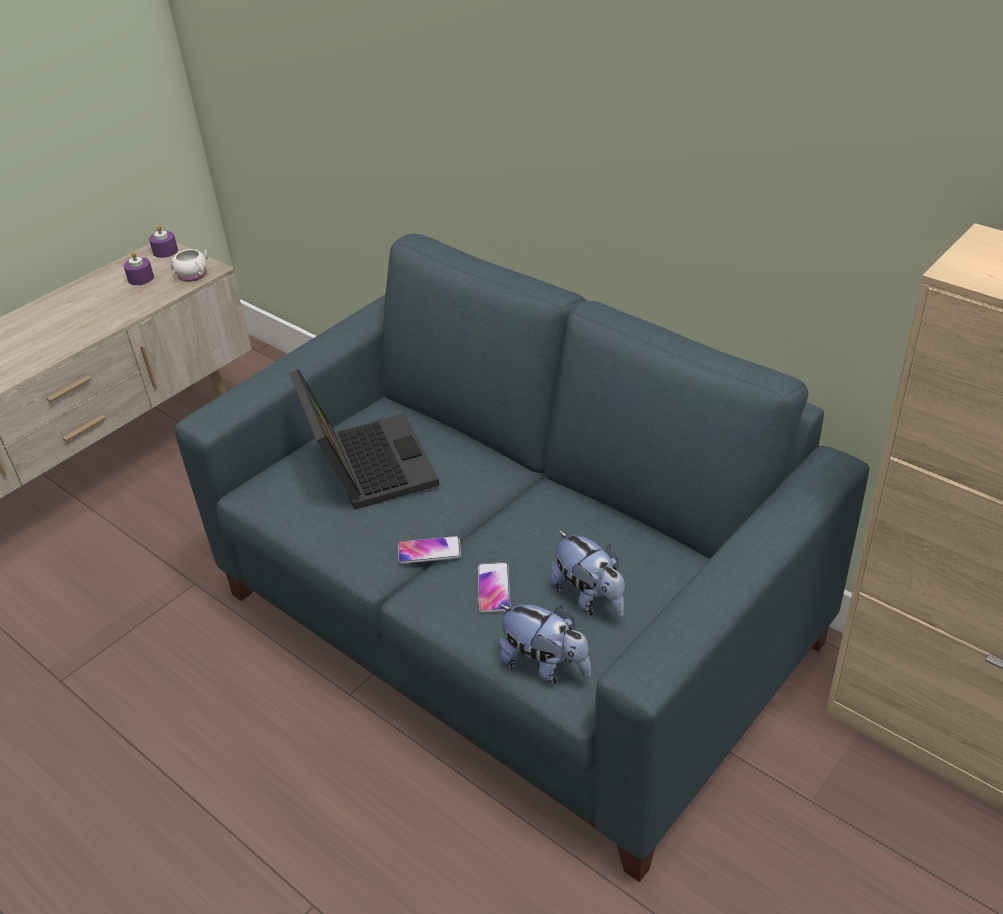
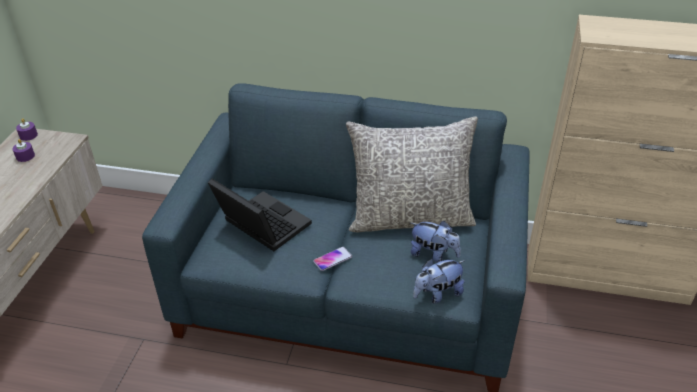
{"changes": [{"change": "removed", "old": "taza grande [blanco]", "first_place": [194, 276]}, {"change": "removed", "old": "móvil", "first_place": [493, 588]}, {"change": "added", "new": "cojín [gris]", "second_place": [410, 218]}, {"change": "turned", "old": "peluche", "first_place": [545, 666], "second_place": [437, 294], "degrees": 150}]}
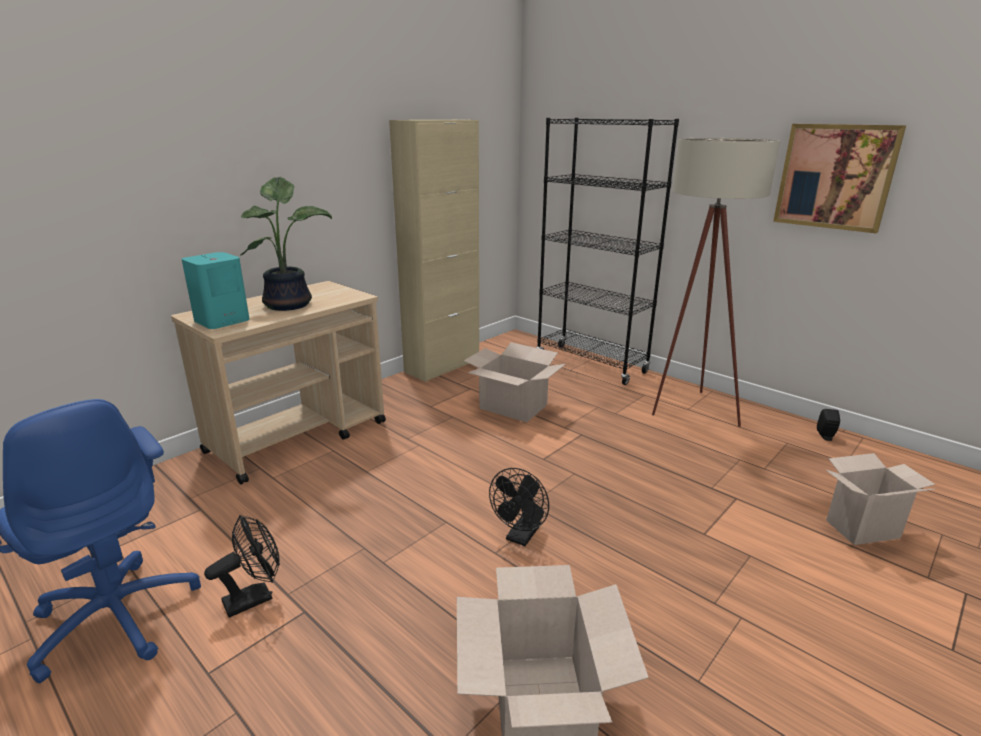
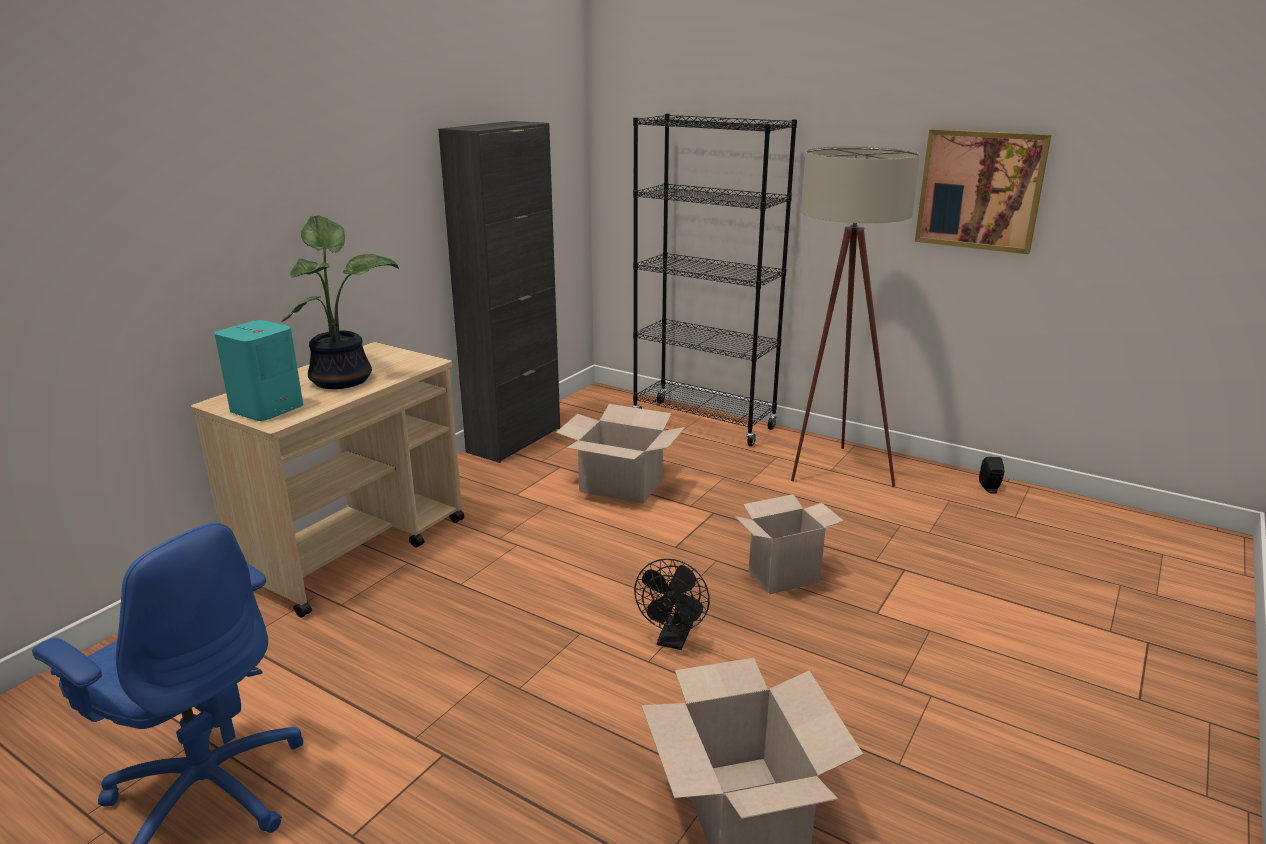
{"changes": [{"change": "removed", "old": "ventilador [negro]", "first_place": [255, 597]}, {"change": "moved", "old": "caja de cartón", "first_place": [862, 528], "second_place": [784, 576]}, {"change": "recoloured", "old": "armario [beis]", "new": "armario [negro]", "first_place": [442, 366], "second_place": [514, 440]}]}
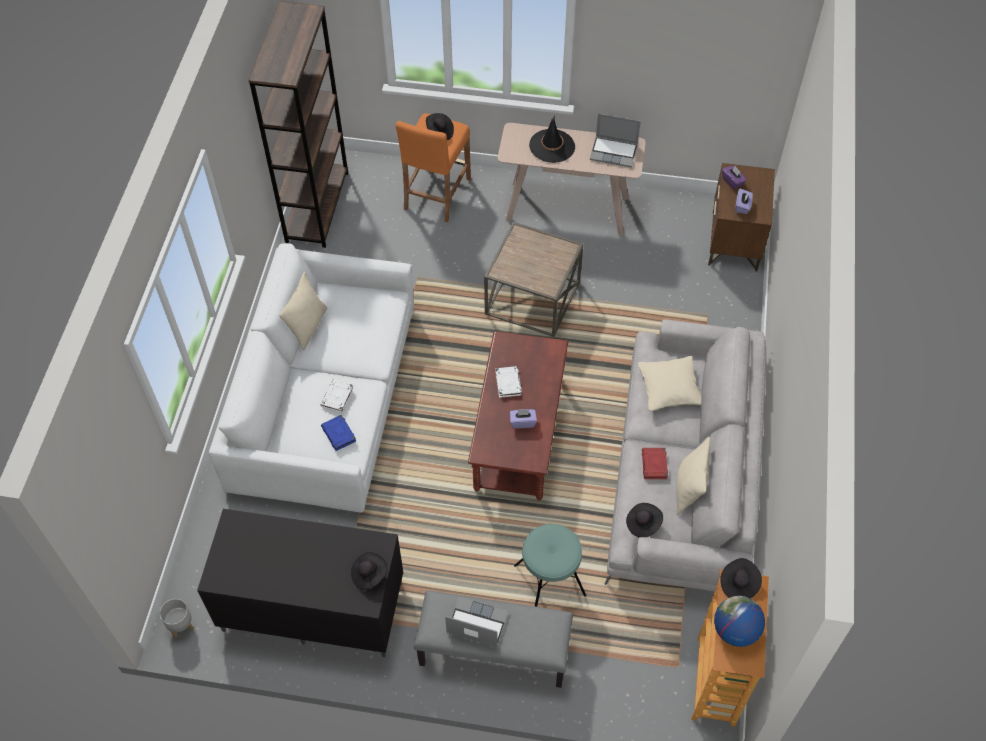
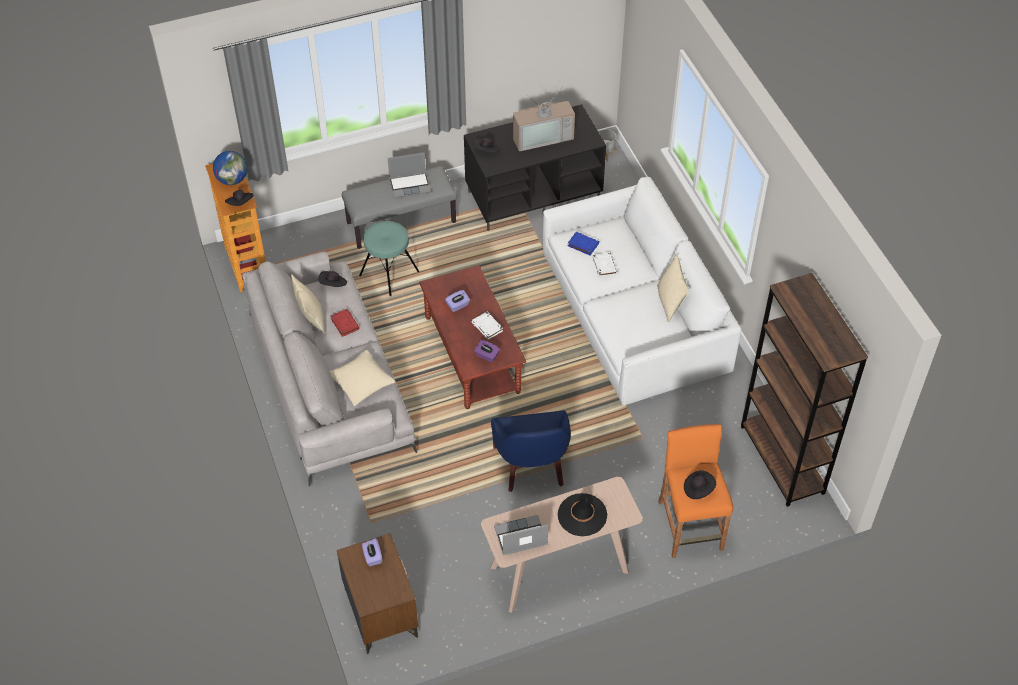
{"changes": [{"change": "added", "new": "televisor", "second_place": [542, 136]}, {"change": "moved", "old": "caja de pañuelos [morado]", "first_place": [732, 181], "second_place": [487, 355]}, {"change": "replaced", "old": "mesa auxiliar [marrón]", "new": "sillón [azul]", "first_place": [533, 298], "second_place": [532, 466]}]}
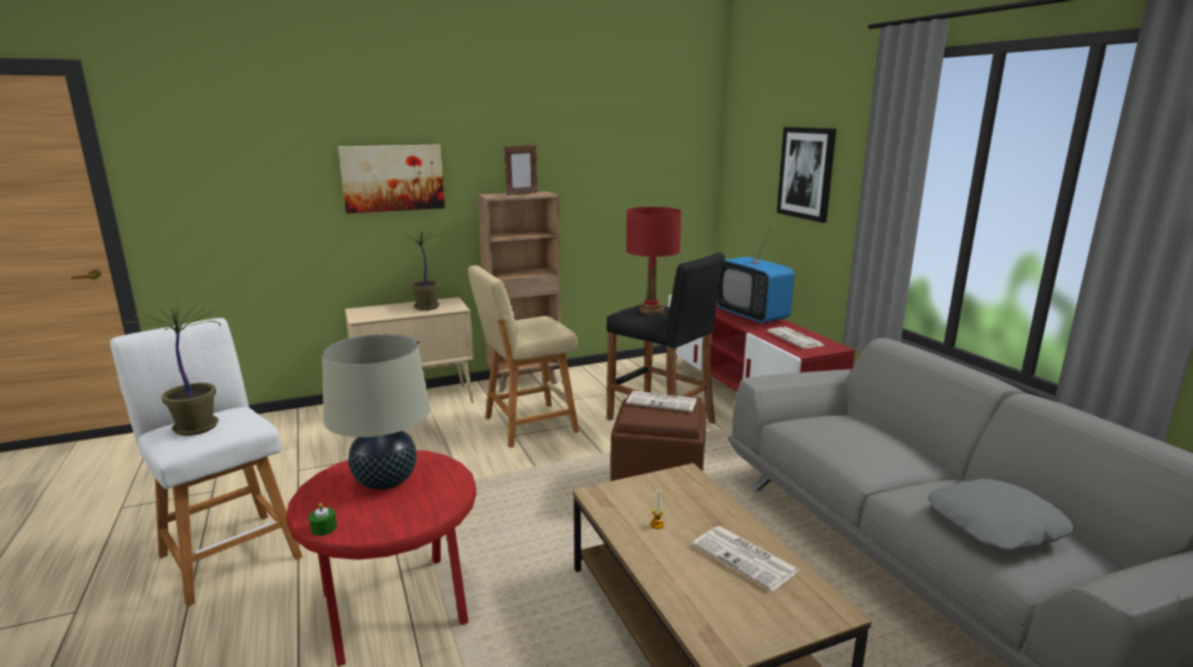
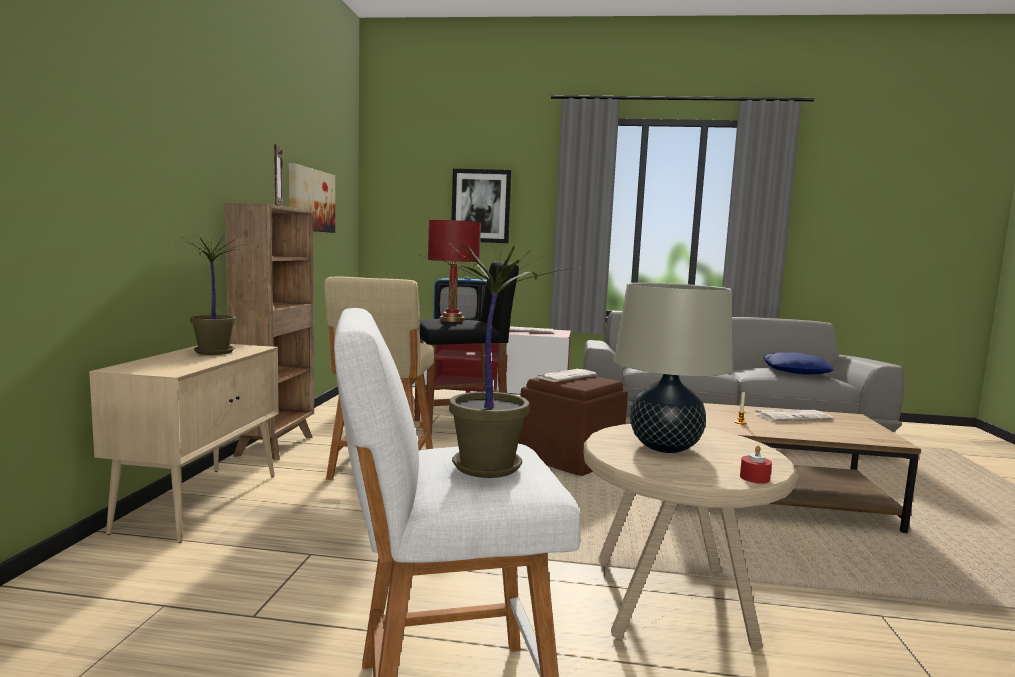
{"changes": [{"change": "moved", "old": "cuadro", "first_place": [393, 178], "second_place": [311, 200]}, {"change": "recoloured", "old": "mesa auxiliar [rojo]", "new": "mesa auxiliar [beis]", "first_place": [397, 608], "second_place": [671, 599]}, {"change": "recoloured", "old": "vela [verde]", "new": "vela [rojo]", "first_place": [324, 528], "second_place": [754, 478]}, {"change": "recoloured", "old": "cojín [gris]", "new": "cojín [azul]", "first_place": [996, 525], "second_place": [796, 371]}]}
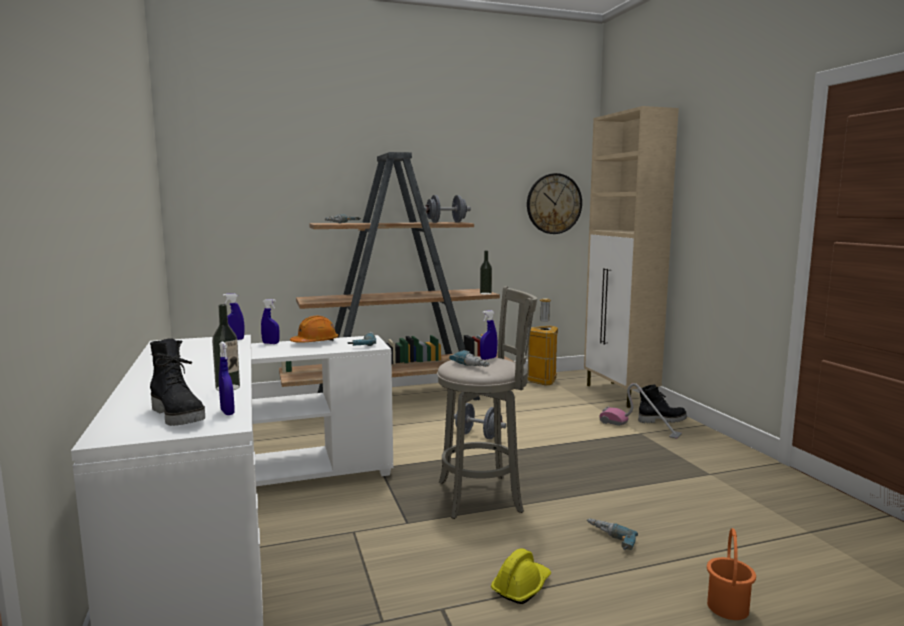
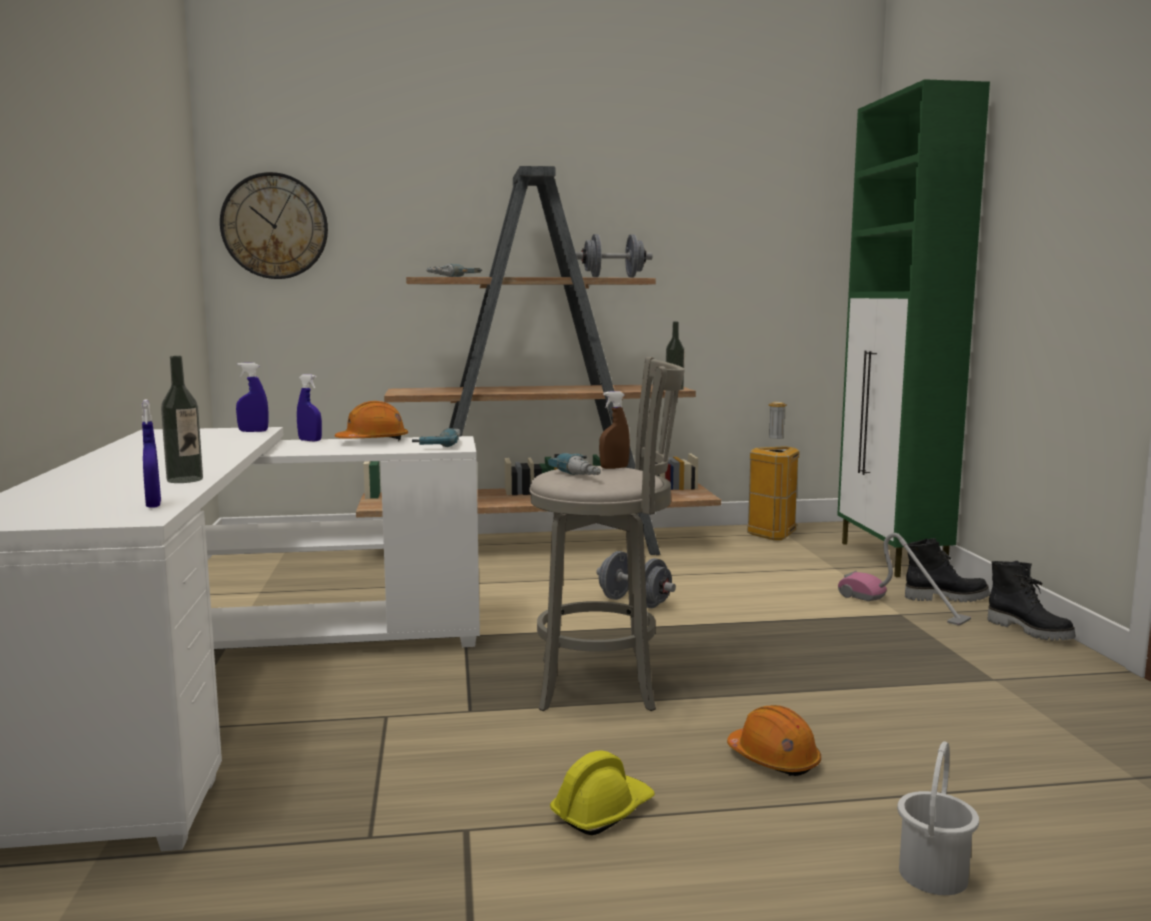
{"changes": [{"change": "moved", "old": "bota [negro]", "first_place": [179, 416], "second_place": [1030, 631]}, {"change": "moved", "old": "reloj de pared", "first_place": [554, 204], "second_place": [274, 226]}, {"change": "replaced", "old": "taladro", "new": "casco [naranja]", "first_place": [608, 539], "second_place": [774, 759]}, {"change": "recoloured", "old": "pulverizador [azul]", "new": "pulverizador [marrón]", "first_place": [488, 358], "second_place": [614, 468]}, {"change": "recoloured", "old": "armario [beis]", "new": "armario [verde]", "first_place": [620, 394], "second_place": [892, 558]}, {"change": "recoloured", "old": "cubo [naranja]", "new": "cubo [blanco]", "first_place": [728, 607], "second_place": [934, 875]}]}
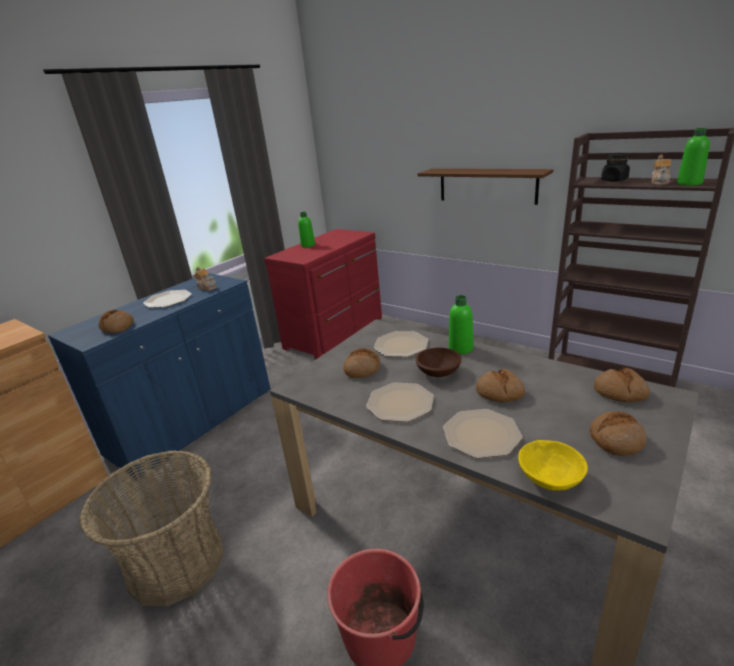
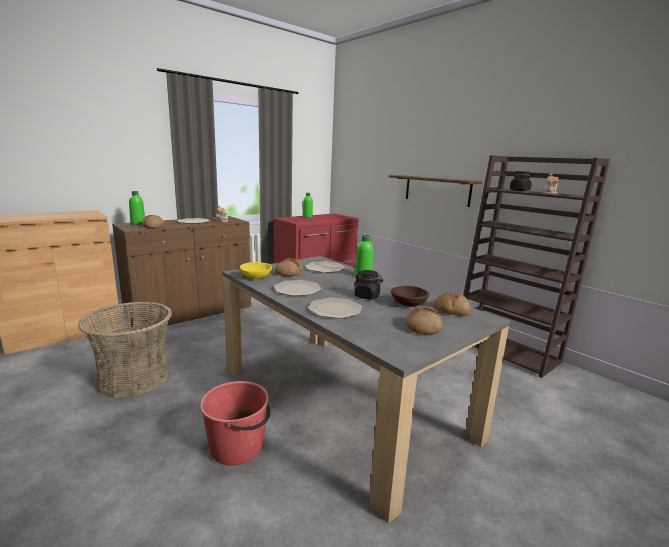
{"changes": [{"change": "moved", "old": "cuenco [marrón]", "first_place": [438, 372], "second_place": [409, 304]}, {"change": "moved", "old": "cuenco [amarillo]", "first_place": [549, 478], "second_place": [255, 277]}, {"change": "moved", "old": "botella [verde]", "first_place": [689, 183], "second_place": [138, 223]}, {"change": "replaced", "old": "pan", "new": "tarro [negro]", "first_place": [499, 393], "second_place": [367, 296]}, {"change": "recoloured", "old": "armario [azul]", "new": "armario [marrón]", "first_place": [193, 422], "second_place": [190, 313]}]}
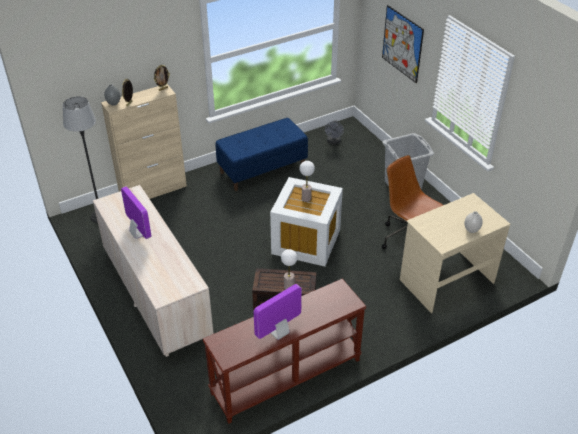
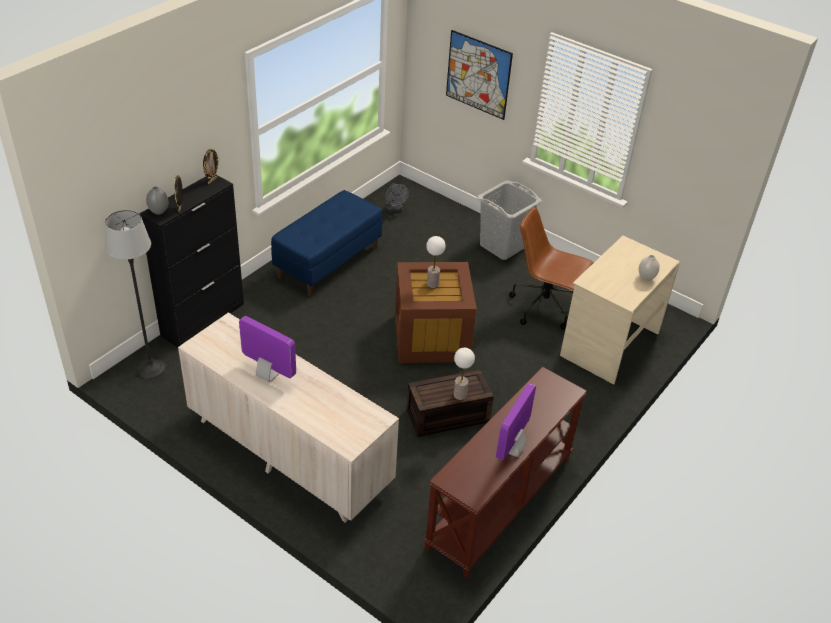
{"changes": [{"change": "recoloured", "old": "armario [beis]", "new": "armario [negro]", "first_place": [153, 190], "second_place": [203, 319]}, {"change": "recoloured", "old": "caja de almacenaje [blanco]", "new": "caja de almacenaje [marrón]", "first_place": [305, 241], "second_place": [430, 337]}]}
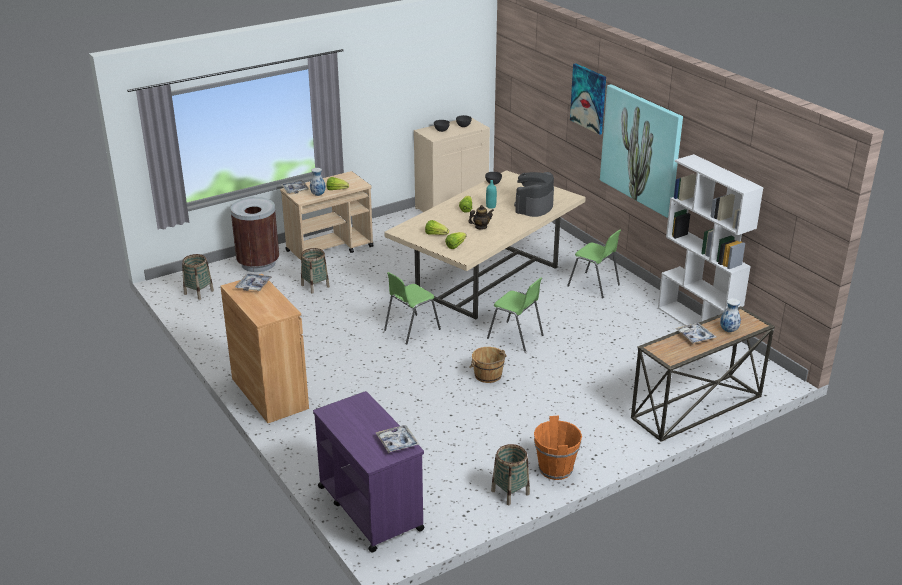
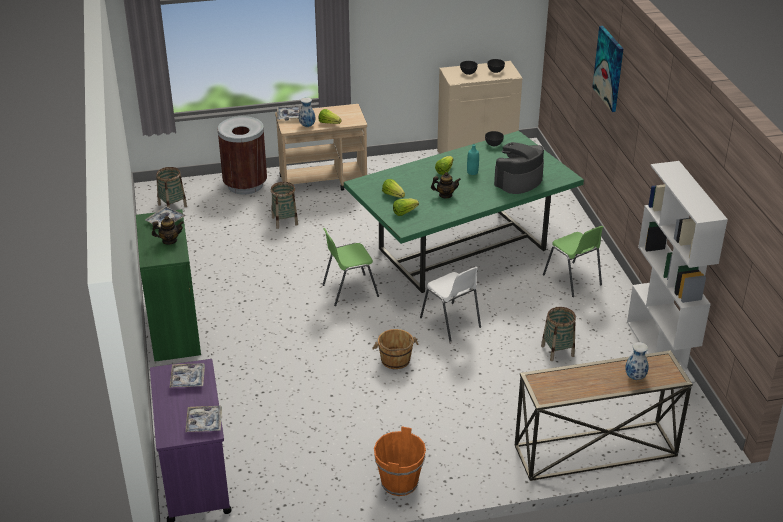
{"changes": [{"change": "removed", "old": "cuadro", "first_place": [641, 149]}, {"change": "added", "new": "tetera", "second_place": [169, 241]}, {"change": "moved", "old": "cesta", "first_place": [510, 492], "second_place": [557, 351]}, {"change": "moved", "old": "bandeja", "first_place": [695, 336], "second_place": [187, 379]}, {"change": "recoloured", "old": "armario [marrón]", "new": "armario [verde]", "first_place": [269, 393], "second_place": [174, 330]}, {"change": "recoloured", "old": "mesa de comedor [beis]", "new": "mesa de comedor [verde]", "first_place": [486, 280], "second_place": [460, 250]}, {"change": "recoloured", "old": "silla [verde]", "new": "silla [blanco]", "first_place": [516, 337], "second_place": [451, 322]}]}
